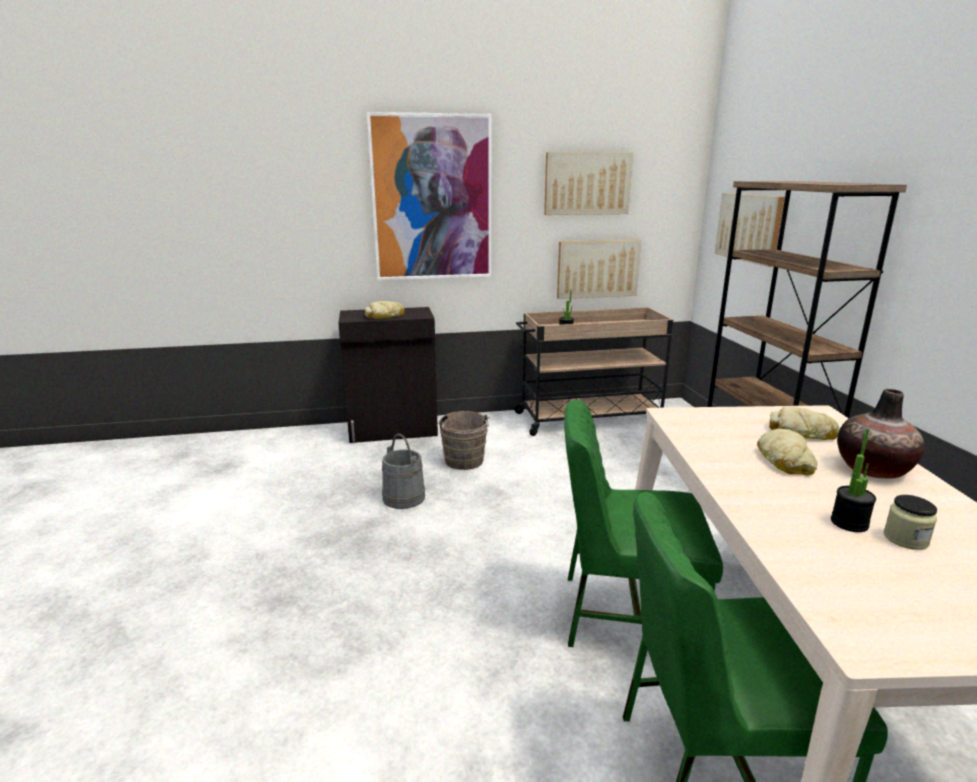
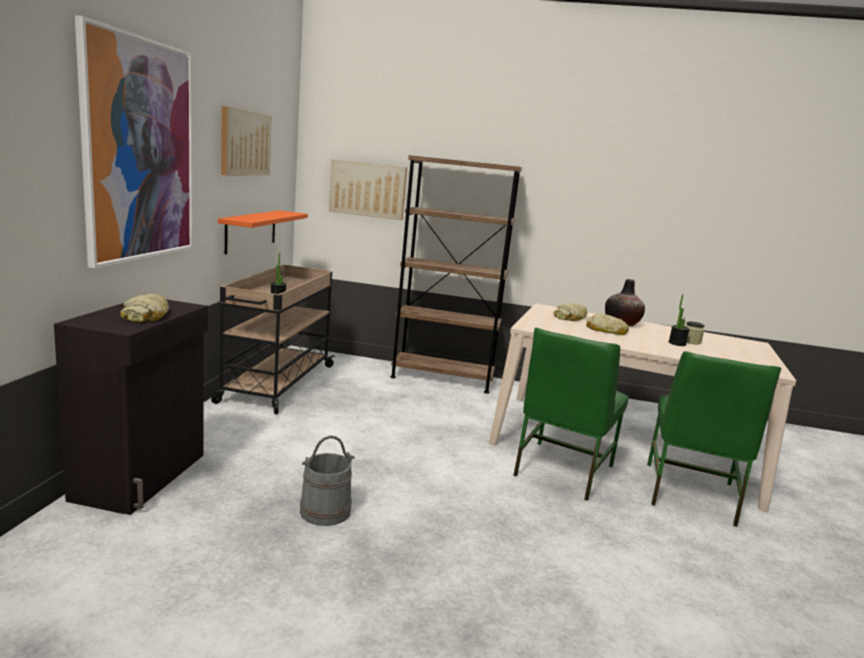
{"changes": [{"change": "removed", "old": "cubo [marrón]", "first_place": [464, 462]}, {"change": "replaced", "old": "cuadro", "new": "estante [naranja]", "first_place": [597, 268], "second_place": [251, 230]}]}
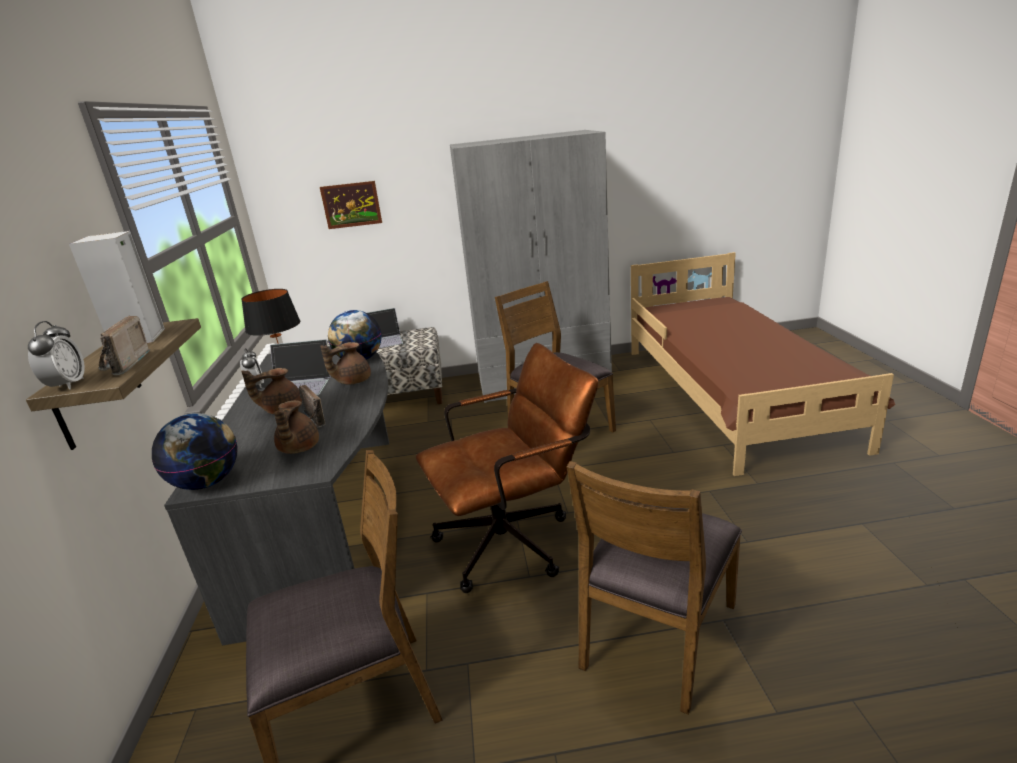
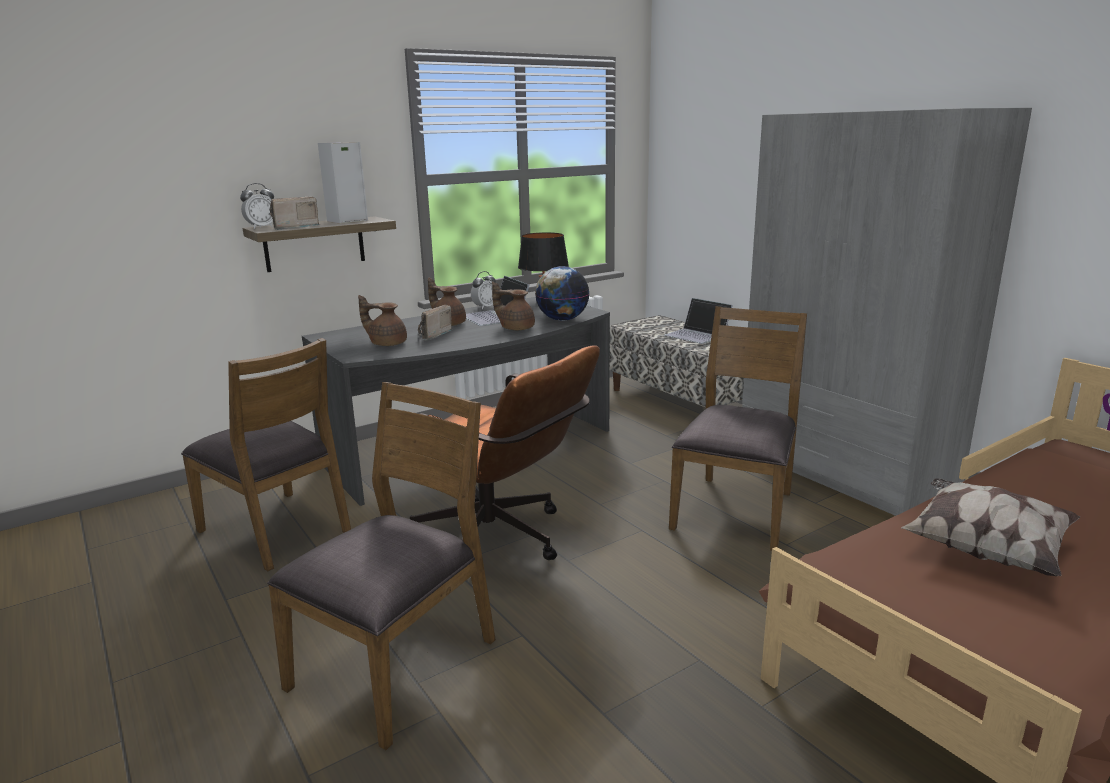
{"changes": [{"change": "removed", "old": "globo terráqueo", "first_place": [207, 482]}, {"change": "removed", "old": "cuadro", "first_place": [351, 205]}, {"change": "added", "new": "cojín", "second_place": [984, 549]}, {"change": "turned", "old": "tetera [marrón]", "first_place": [298, 448], "second_place": [387, 343], "degrees": 45}, {"change": "turned", "old": "silla [marrón]", "first_place": [656, 634], "second_place": [397, 664], "degrees": 120}]}
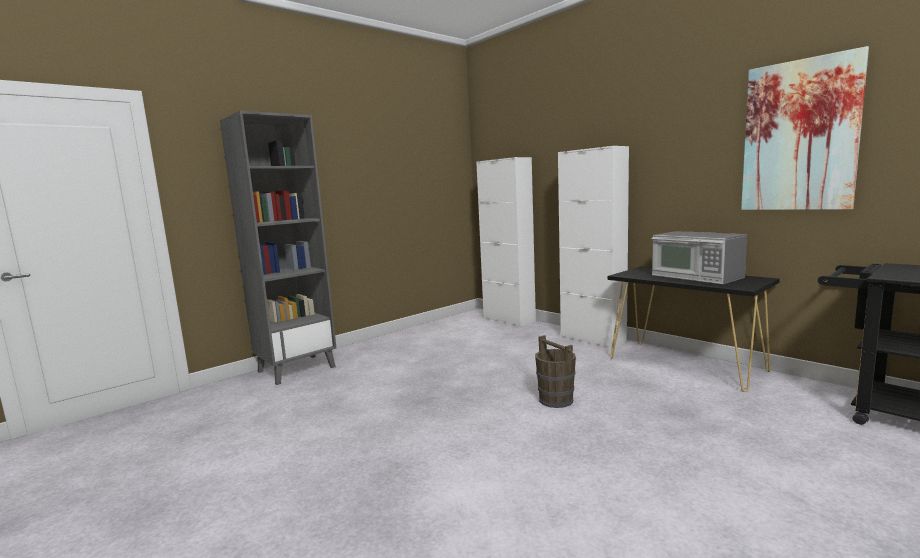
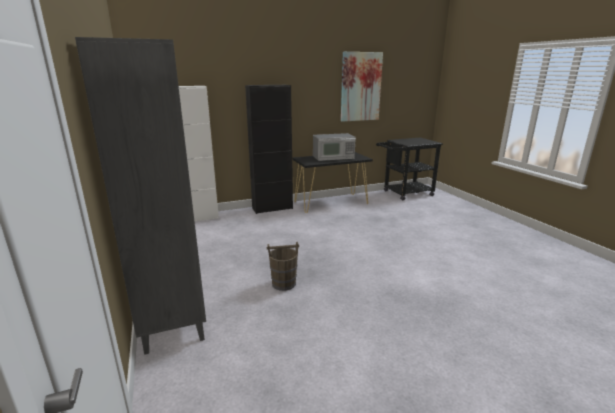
{"changes": [{"change": "moved", "old": "cubo [marrón]", "first_place": [556, 400], "second_place": [284, 284]}, {"change": "recoloured", "old": "armario [blanco]", "new": "armario [negro]", "first_place": [592, 339], "second_place": [272, 208]}]}
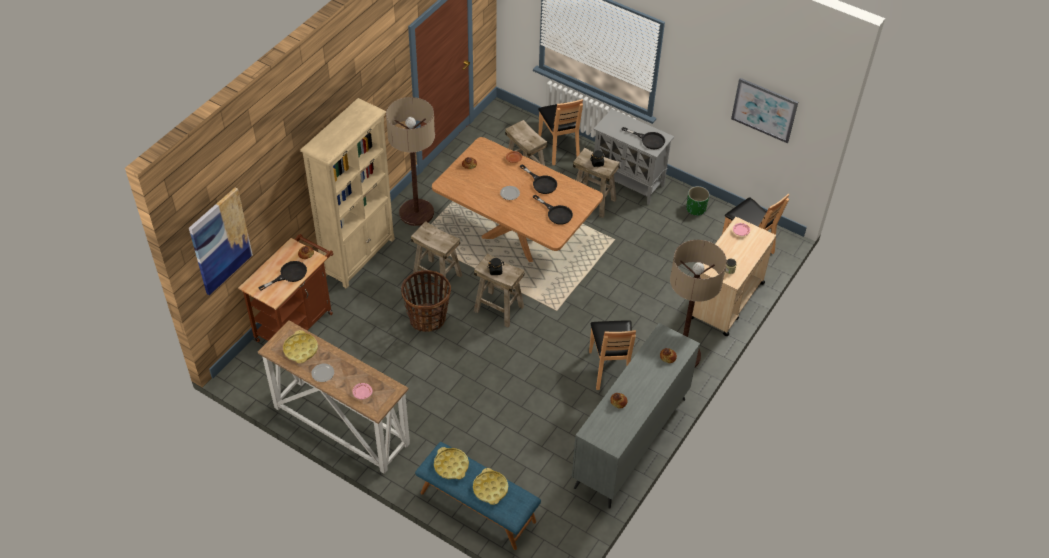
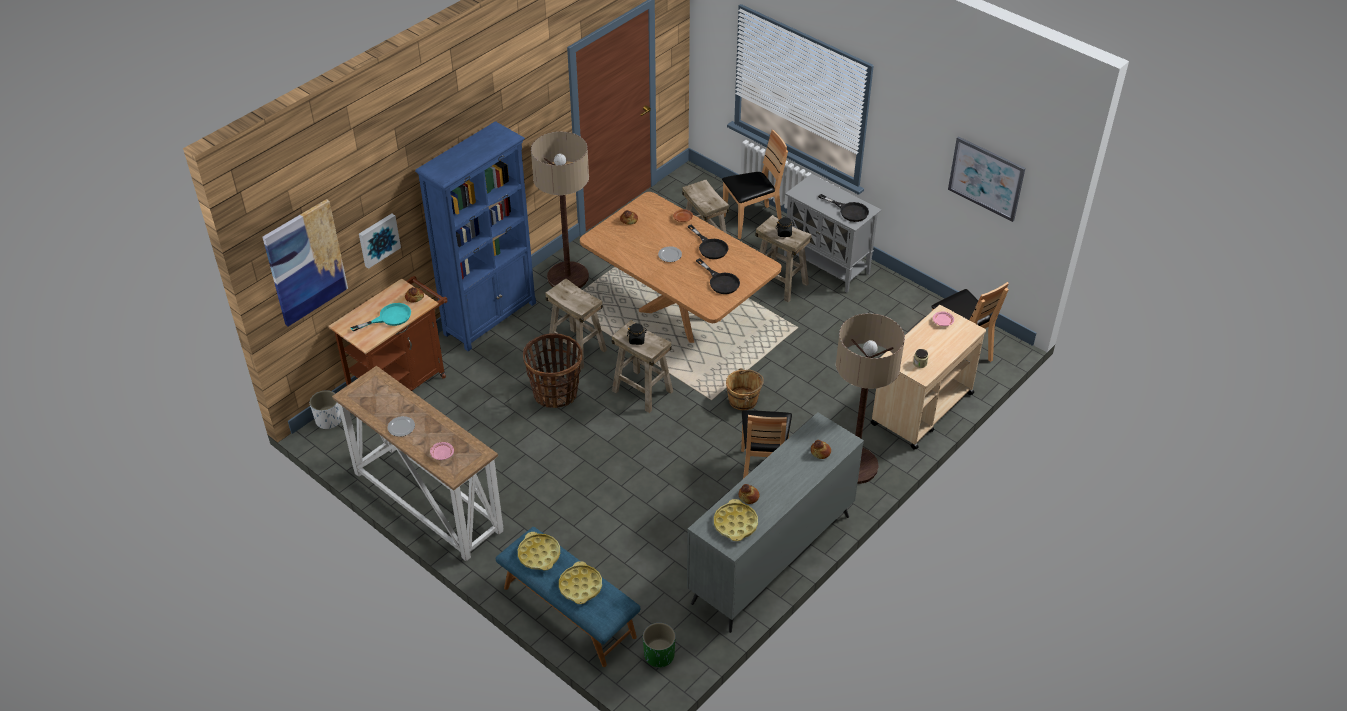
{"changes": [{"change": "added", "new": "maceta [blanco]", "second_place": [328, 420]}, {"change": "added", "new": "cuadro", "second_place": [378, 239]}, {"change": "added", "new": "cubo [marrón]", "second_place": [743, 400]}, {"change": "moved", "old": "bandeja [amarillo]", "first_place": [300, 349], "second_place": [735, 524]}, {"change": "moved", "old": "maceta [verde]", "first_place": [695, 209], "second_place": [659, 655]}, {"change": "recoloured", "old": "sartén [negro]", "new": "sartén [turquesa]", "first_place": [289, 275], "second_place": [389, 318]}, {"change": "recoloured", "old": "estantería [beis]", "new": "estantería [azul]", "first_place": [359, 256], "second_place": [490, 318]}, {"change": "turned", "old": "silla [marrón]", "first_place": [559, 148], "second_place": [751, 221], "degrees": -105}]}
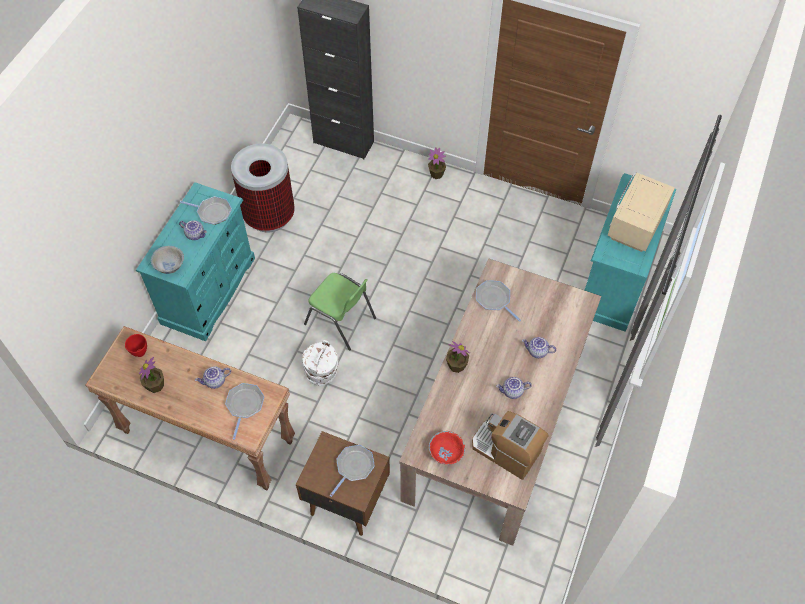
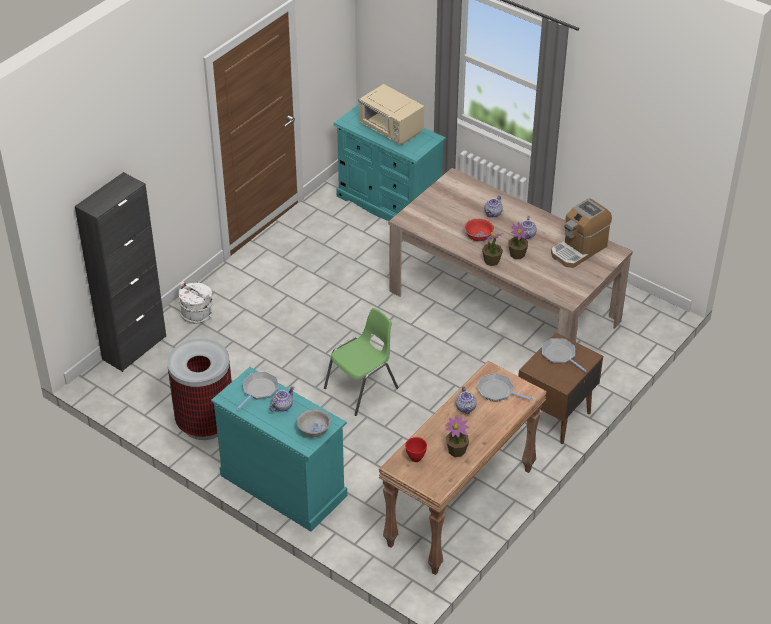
{"changes": [{"change": "removed", "old": "sartén", "first_place": [494, 299]}, {"change": "moved", "old": "cubo [blanco]", "first_place": [322, 372], "second_place": [197, 314]}, {"change": "moved", "old": "planta en maceta", "first_place": [436, 174], "second_place": [517, 254]}, {"change": "moved", "old": "cuenco [rojo]", "first_place": [446, 453], "second_place": [478, 236]}]}
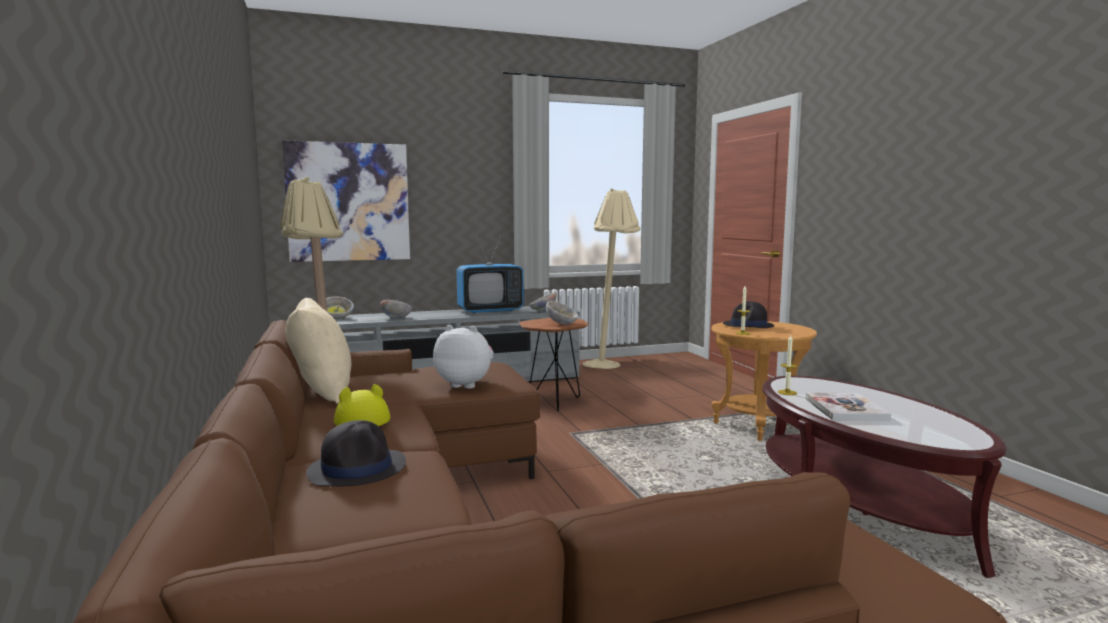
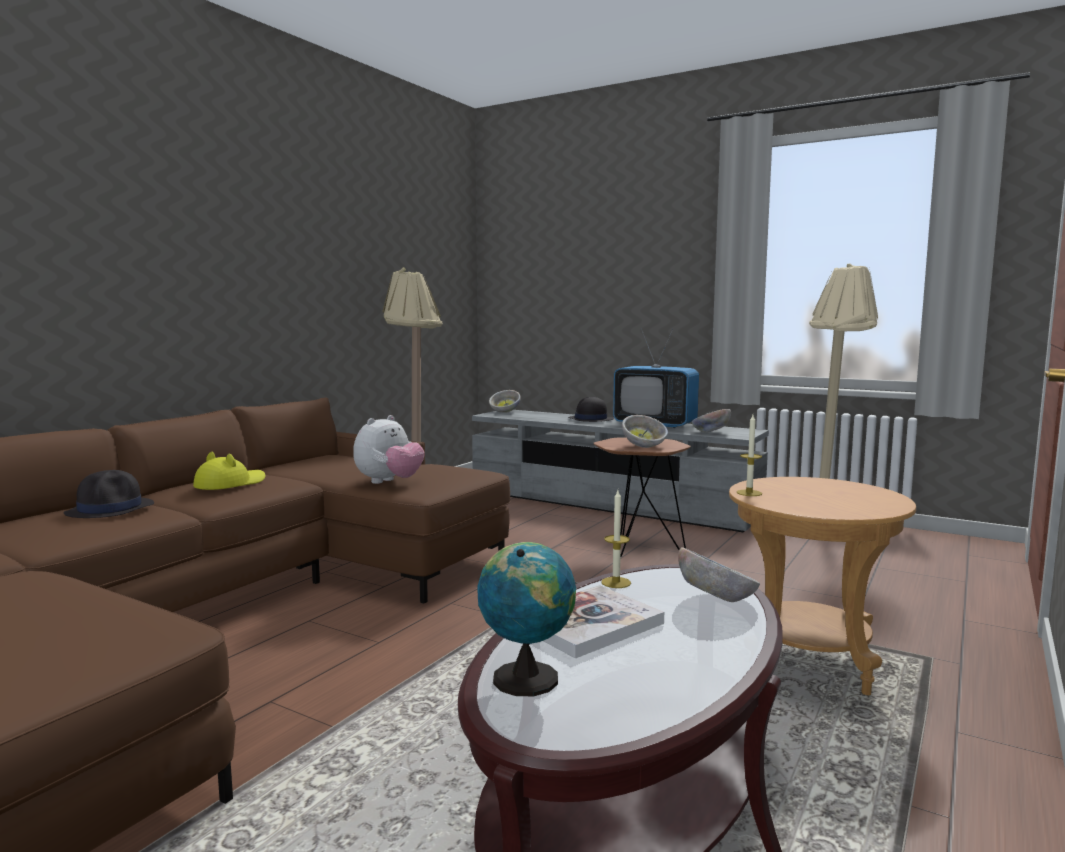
{"changes": [{"change": "removed", "old": "cuadro", "first_place": [348, 202]}, {"change": "removed", "old": "cojín [beis]", "first_place": [322, 391]}, {"change": "added", "new": "globo terráqueo", "second_place": [526, 677]}, {"change": "moved", "old": "cuenco", "first_place": [396, 318], "second_place": [716, 599]}, {"change": "moved", "old": "sombrero [negro]", "first_place": [748, 325], "second_place": [590, 419]}, {"change": "turned", "old": "peluche", "first_place": [466, 384], "second_place": [389, 482], "degrees": 60}]}
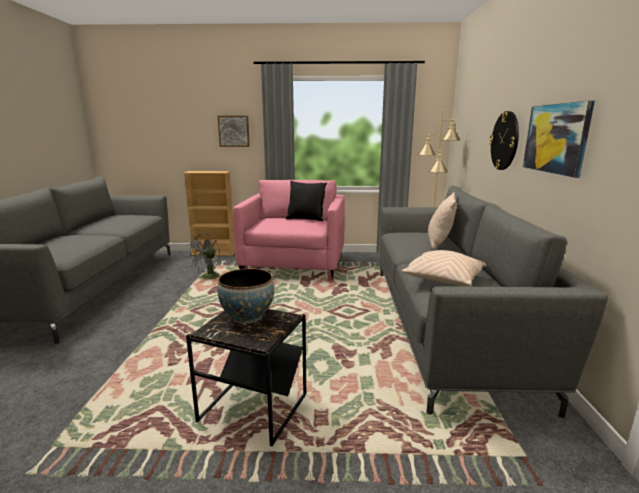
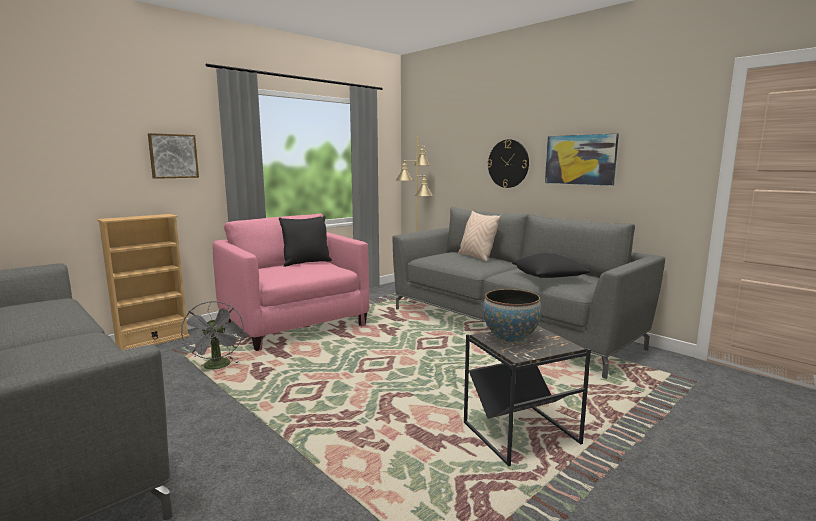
{"changes": [{"change": "recoloured", "old": "cojín [beis]", "new": "cojín [negro]", "first_place": [443, 280], "second_place": [549, 278]}]}
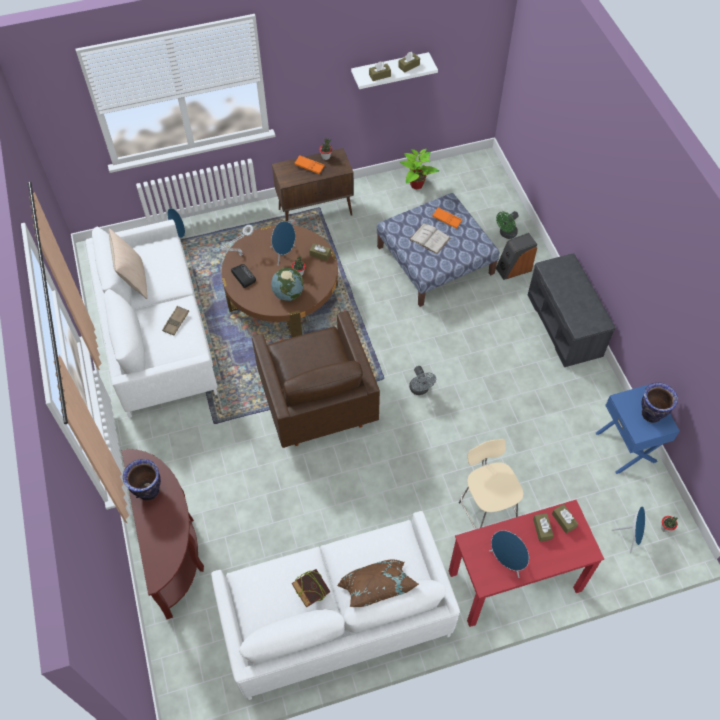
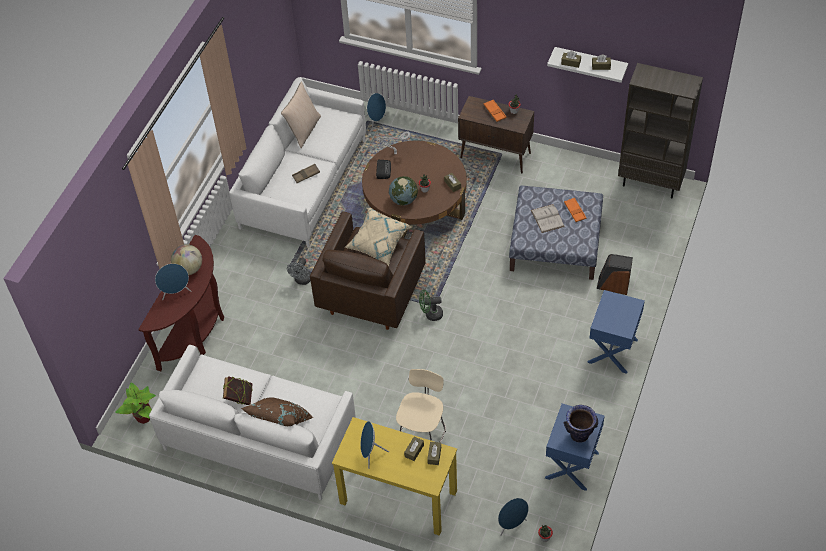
{"changes": [{"change": "added", "new": "cojín [beis]", "second_place": [378, 244]}, {"change": "added", "new": "estantería [marrón]", "second_place": [651, 183]}, {"change": "moved", "old": "altavoz [azul]", "first_place": [284, 254], "second_place": [176, 293]}, {"change": "moved", "old": "planta en maceta", "first_place": [416, 184], "second_place": [143, 417]}, {"change": "moved", "old": "ventilador [gris]", "first_place": [420, 390], "second_place": [302, 280]}, {"change": "moved", "old": "ventilador [verde]", "first_place": [506, 234], "second_place": [431, 314]}, {"change": "replaced", "old": "florero", "new": "globo terráqueo", "first_place": [148, 491], "second_place": [189, 269]}, {"change": "replaced", "old": "banco [gris]", "new": "mesita de noche [azul]", "first_place": [565, 325], "second_place": [613, 351]}, {"change": "recoloured", "old": "escritorio [rojo]", "new": "escritorio [amarillo]", "first_place": [514, 581], "second_place": [398, 497]}]}
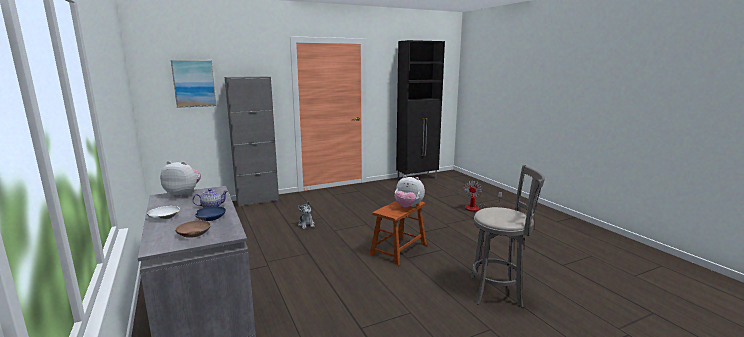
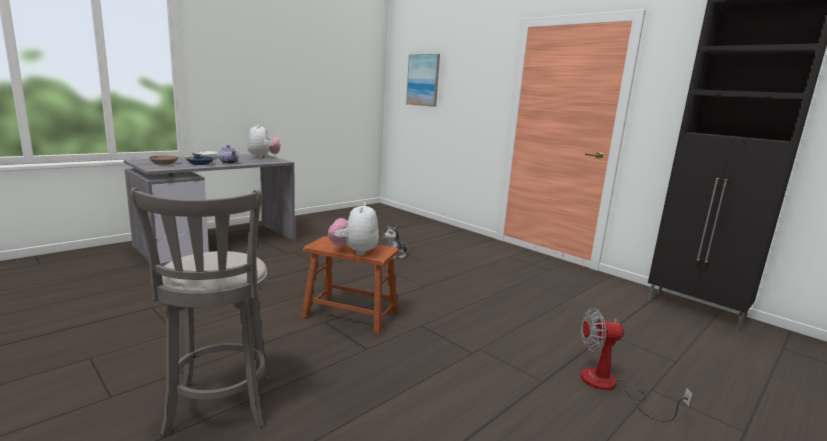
{"changes": [{"change": "removed", "old": "armario [gris]", "first_place": [257, 201]}]}
